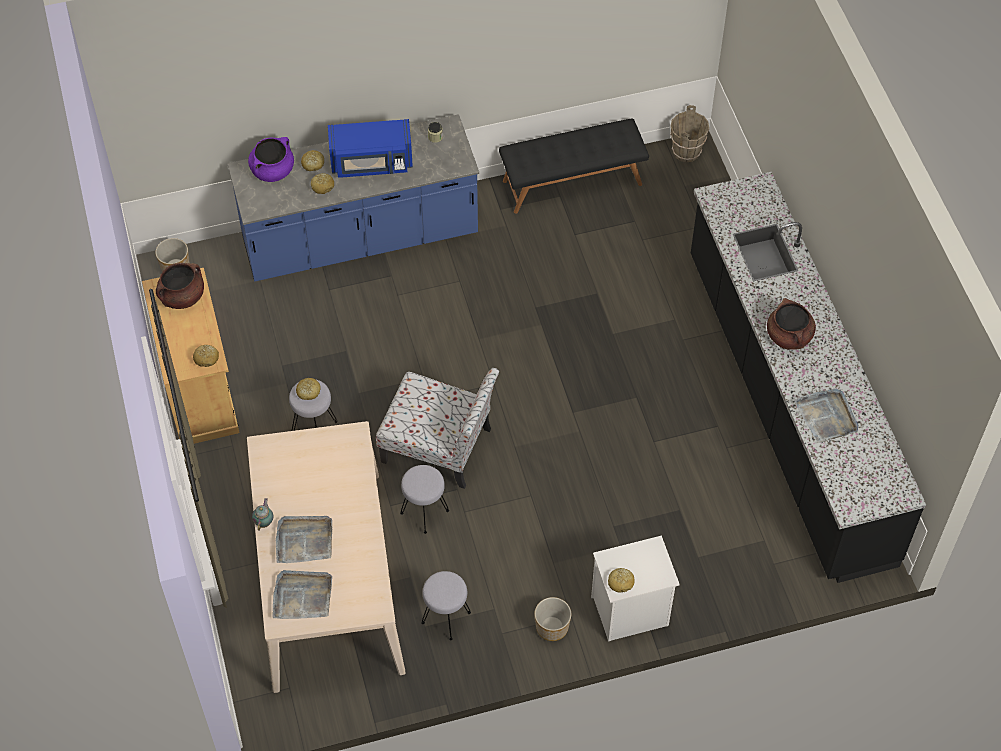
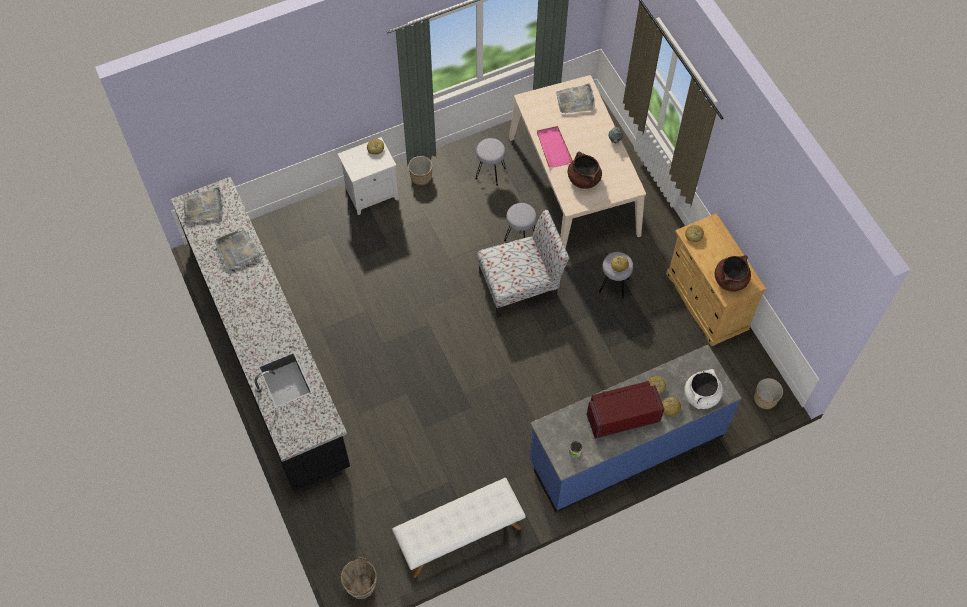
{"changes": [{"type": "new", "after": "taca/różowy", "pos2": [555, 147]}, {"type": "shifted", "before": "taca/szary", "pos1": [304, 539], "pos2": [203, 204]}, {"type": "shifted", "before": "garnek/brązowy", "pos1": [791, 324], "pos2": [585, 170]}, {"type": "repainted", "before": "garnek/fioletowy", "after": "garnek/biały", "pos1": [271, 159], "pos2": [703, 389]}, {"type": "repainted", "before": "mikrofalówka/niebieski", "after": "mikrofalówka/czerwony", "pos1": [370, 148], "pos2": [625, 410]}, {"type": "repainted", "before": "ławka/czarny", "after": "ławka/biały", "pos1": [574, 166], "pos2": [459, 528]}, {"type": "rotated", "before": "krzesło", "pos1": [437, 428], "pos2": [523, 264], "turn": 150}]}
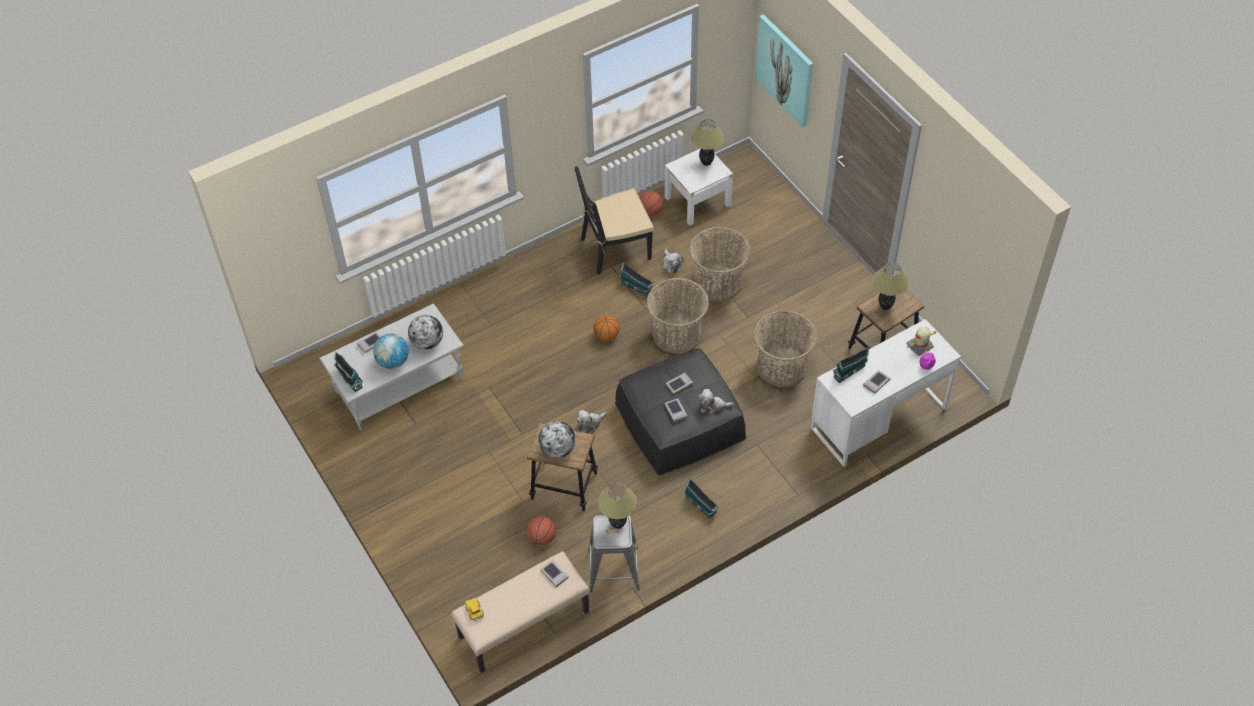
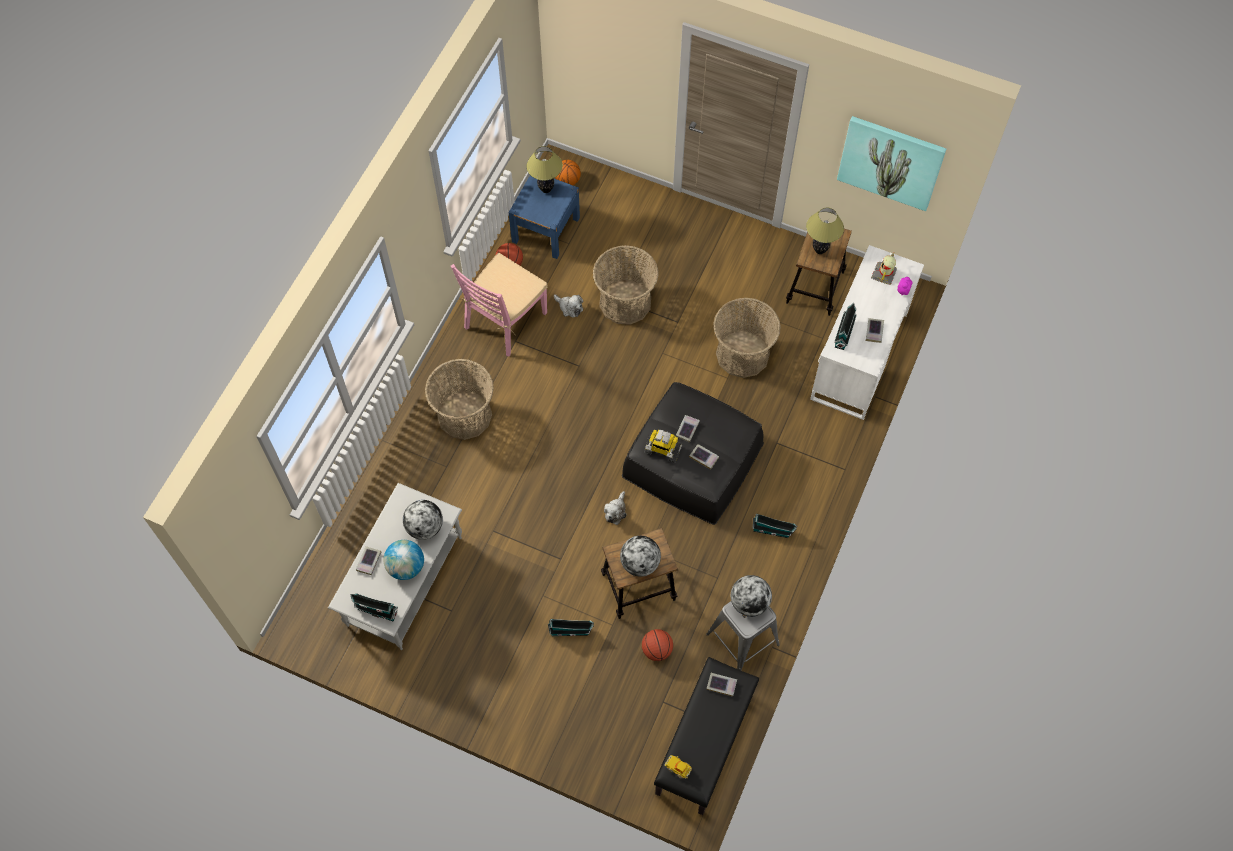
{"changes": [{"type": "gone", "before": "pluszak", "pos1": [716, 402]}, {"type": "new", "after": "robot zabawkowy", "pos2": [663, 446]}, {"type": "shifted", "before": "piłka do koszykówki", "pos1": [606, 328], "pos2": [568, 172]}, {"type": "shifted", "before": "domek", "pos1": [636, 279], "pos2": [571, 627]}, {"type": "shifted", "before": "koszyk", "pos1": [678, 316], "pos2": [459, 399]}, {"type": "shifted", "before": "obraz", "pos1": [784, 70], "pos2": [891, 163]}, {"type": "swapped", "before": "lampa stołowa", "after": "globus", "pos1": [617, 505], "pos2": [751, 596]}, {"type": "repainted", "before": "ławka/beżowy", "after": "ławka/czarny", "pos1": [520, 612], "pos2": [706, 736]}, {"type": "repainted", "before": "krzesło/czarny", "after": "krzesło/różowy", "pos1": [614, 220], "pos2": [499, 305]}, {"type": "repainted", "before": "szafka nocna/biały", "after": "szafka nocna/niebieski", "pos1": [699, 187], "pos2": [544, 217]}]}
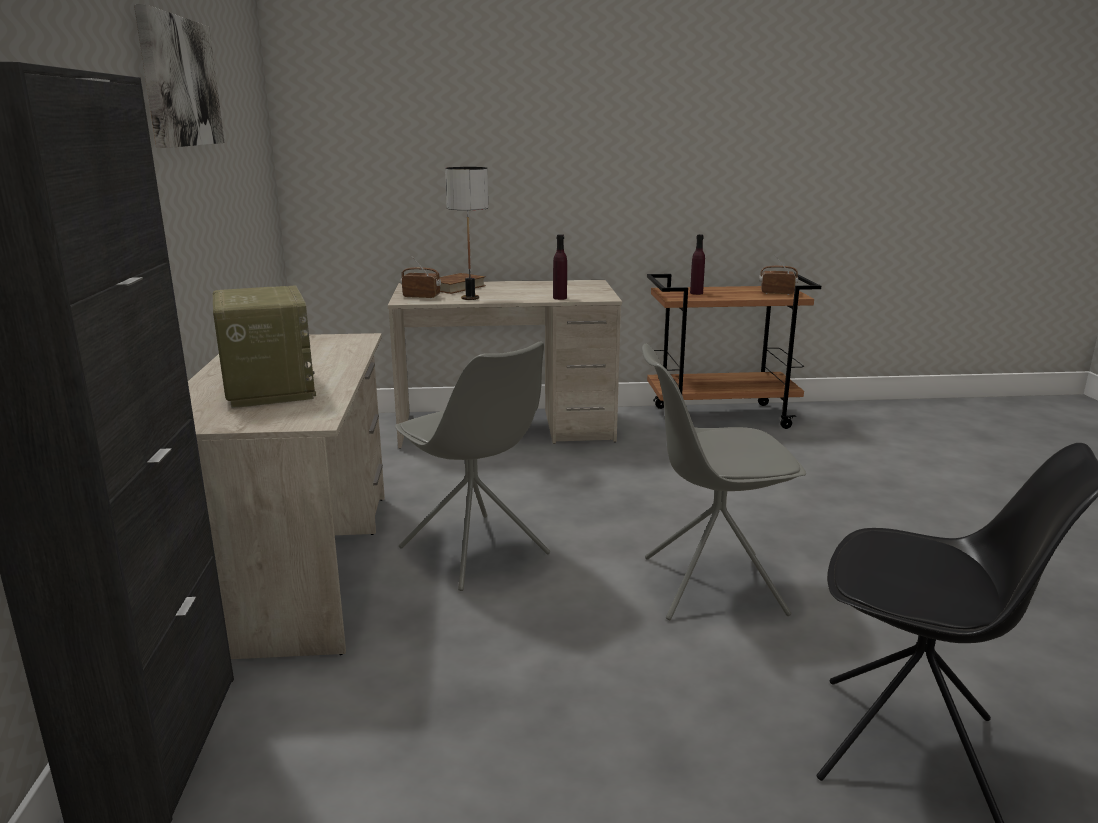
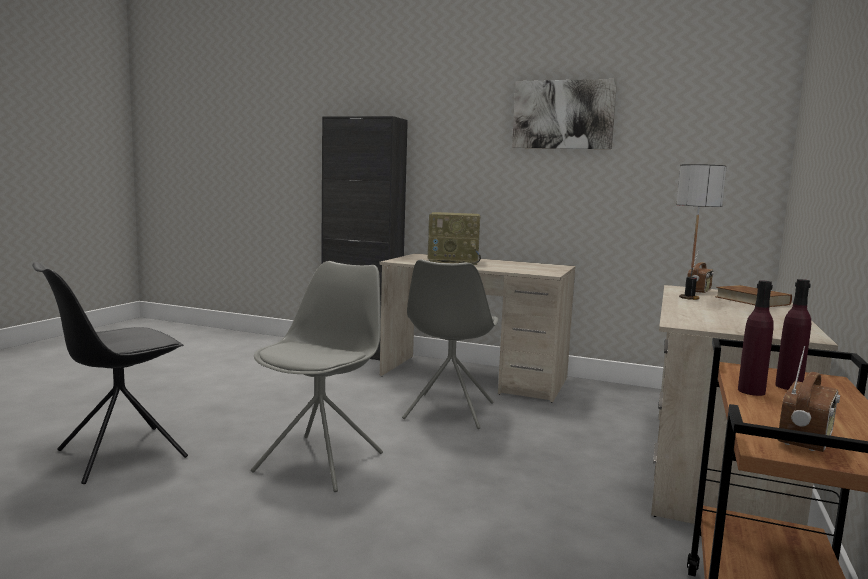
{"changes": [{"type": "shifted", "before": "butelka/fioletowy", "pos1": [560, 267], "pos2": [756, 338]}, {"type": "rotated", "before": "krzesło/szary", "pos1": [472, 466], "pos2": [450, 344], "turn": -60}]}
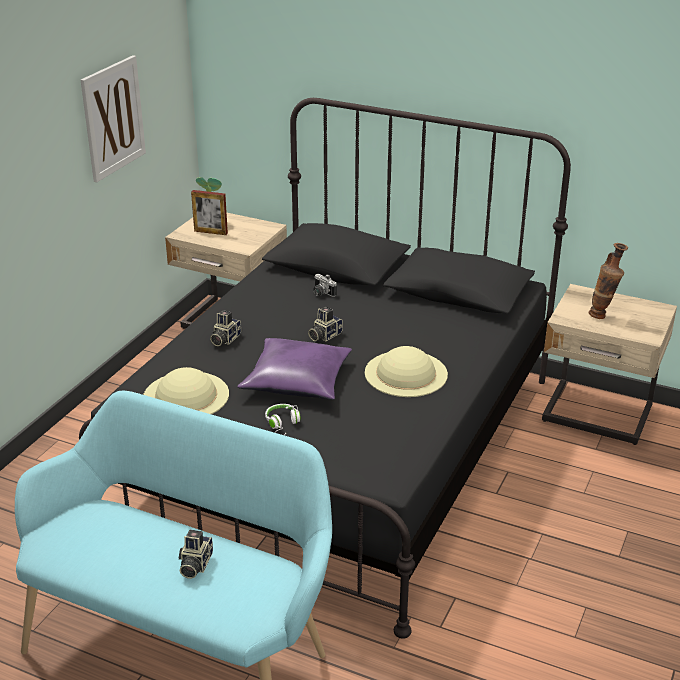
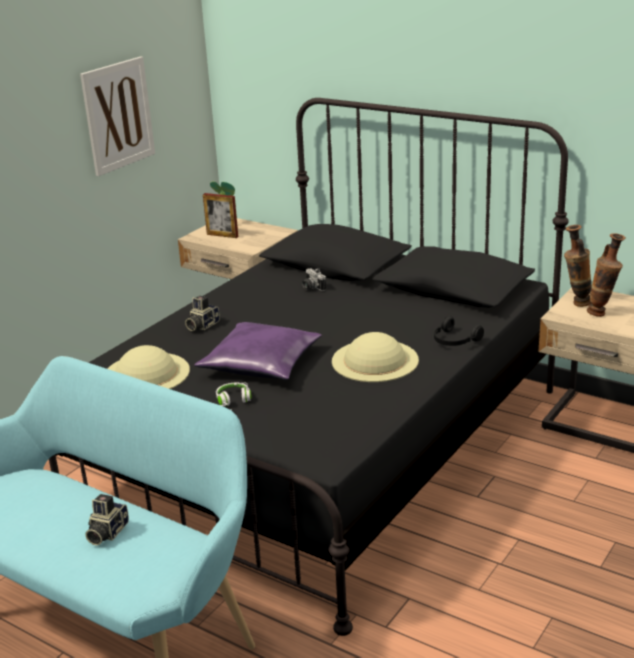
{"changes": [{"type": "gone", "before": "aparat fotograficzny", "pos1": [325, 324]}, {"type": "new", "after": "słuchawki/czarny", "pos2": [459, 331]}, {"type": "new", "after": "wazon", "pos2": [577, 266]}]}
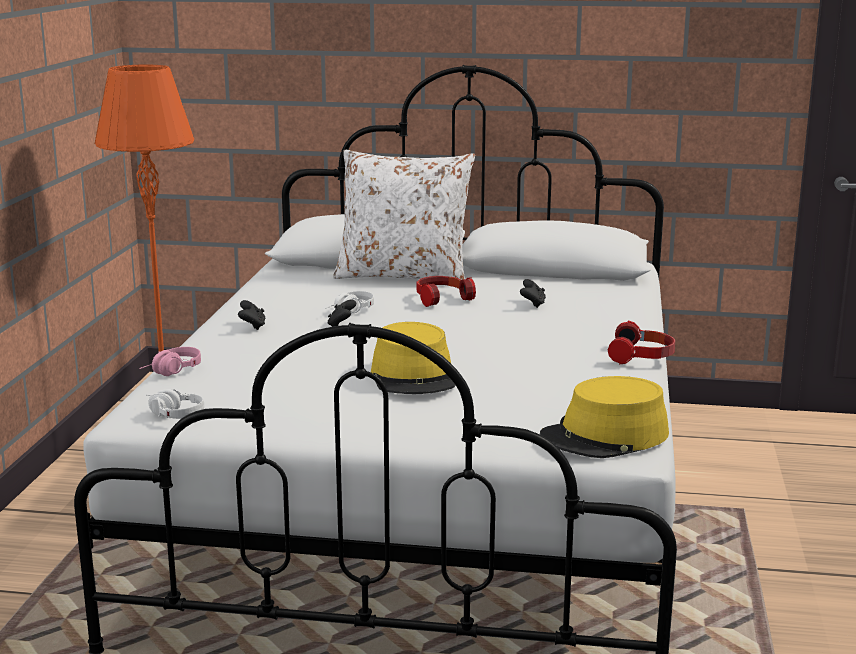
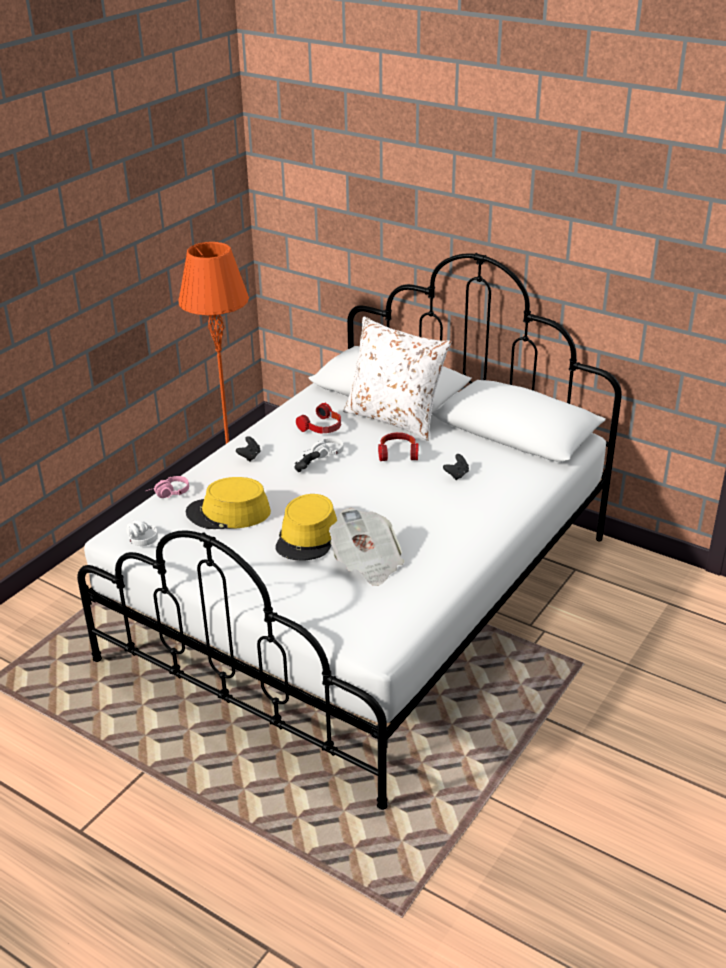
{"changes": [{"type": "new", "after": "gazeta", "pos2": [366, 547]}, {"type": "shifted", "before": "kapelusz/żółty", "pos1": [604, 417], "pos2": [228, 503]}, {"type": "shifted", "before": "słuchawki", "pos1": [641, 343], "pos2": [318, 418]}]}
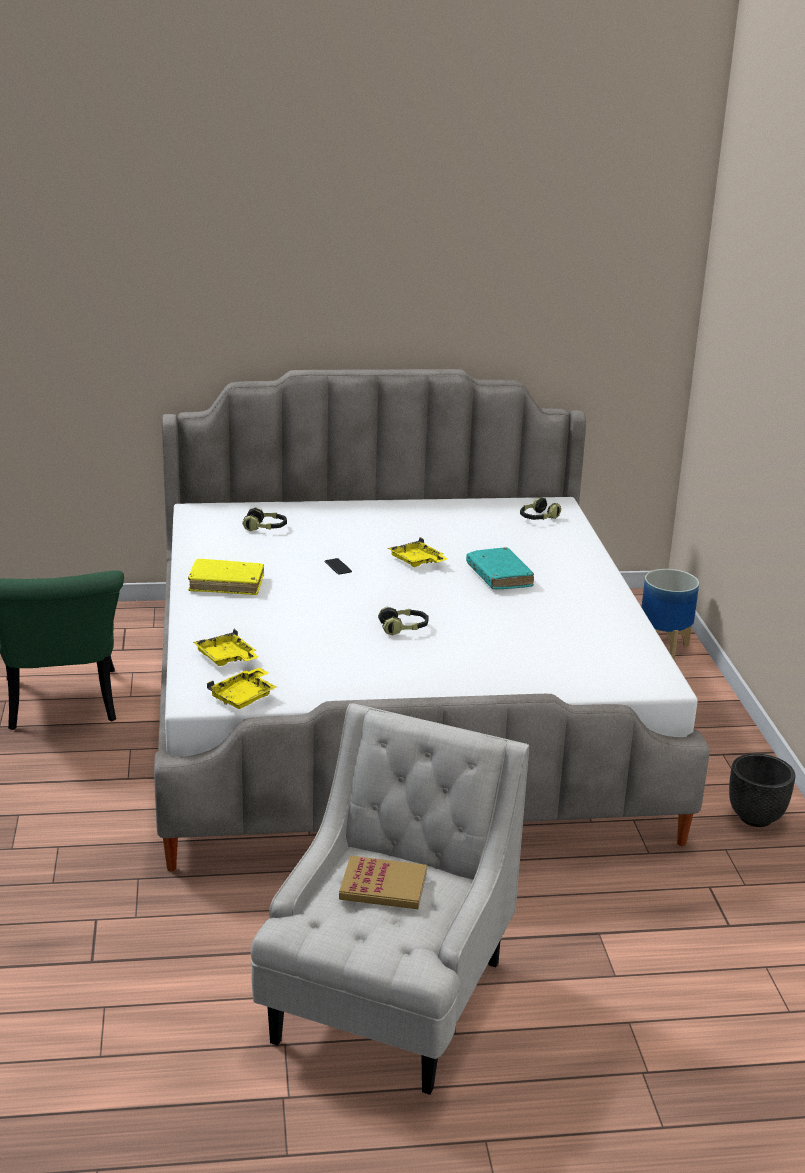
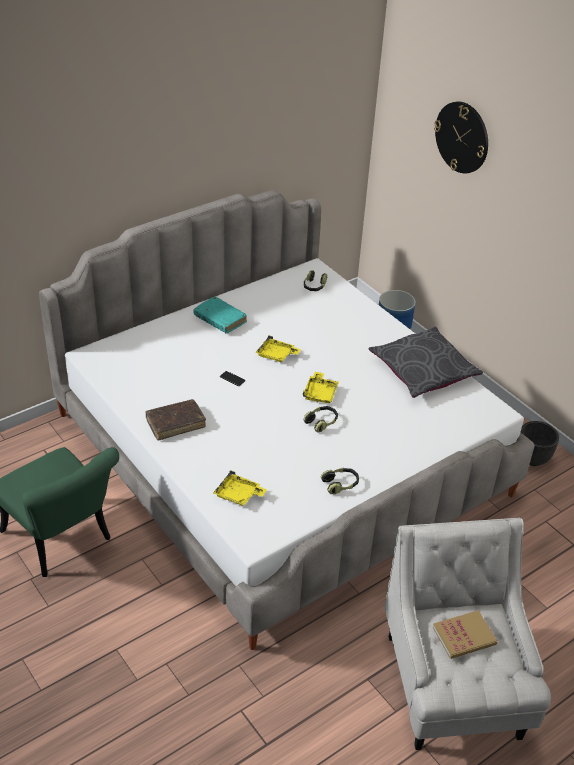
{"changes": [{"type": "new", "after": "poduszka/szary", "pos2": [425, 362]}, {"type": "new", "after": "zegar ścienny", "pos2": [461, 137]}, {"type": "shifted", "before": "taca/żółty", "pos1": [242, 688], "pos2": [321, 387]}, {"type": "shifted", "before": "słuchawki", "pos1": [264, 519], "pos2": [340, 481]}, {"type": "shifted", "before": "książka/turkusowy", "pos1": [500, 568], "pos2": [220, 314]}, {"type": "repainted", "before": "książka/żółty", "after": "książka/brązowy", "pos1": [226, 577], "pos2": [175, 420]}]}
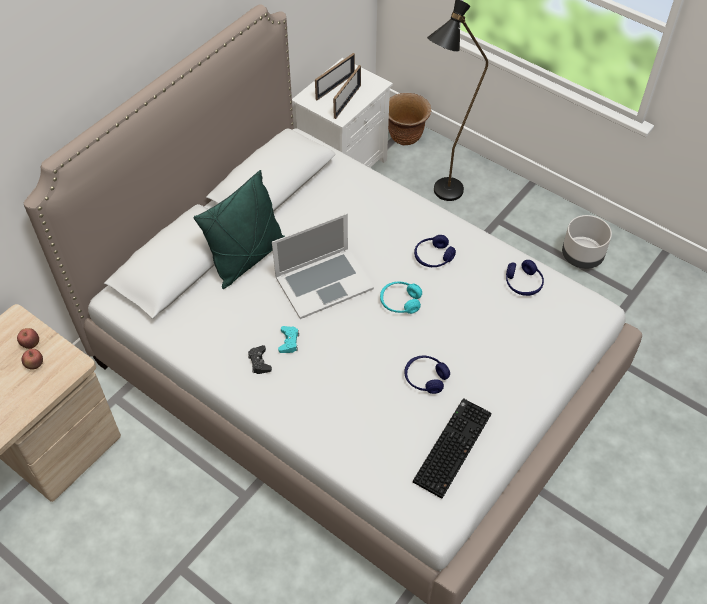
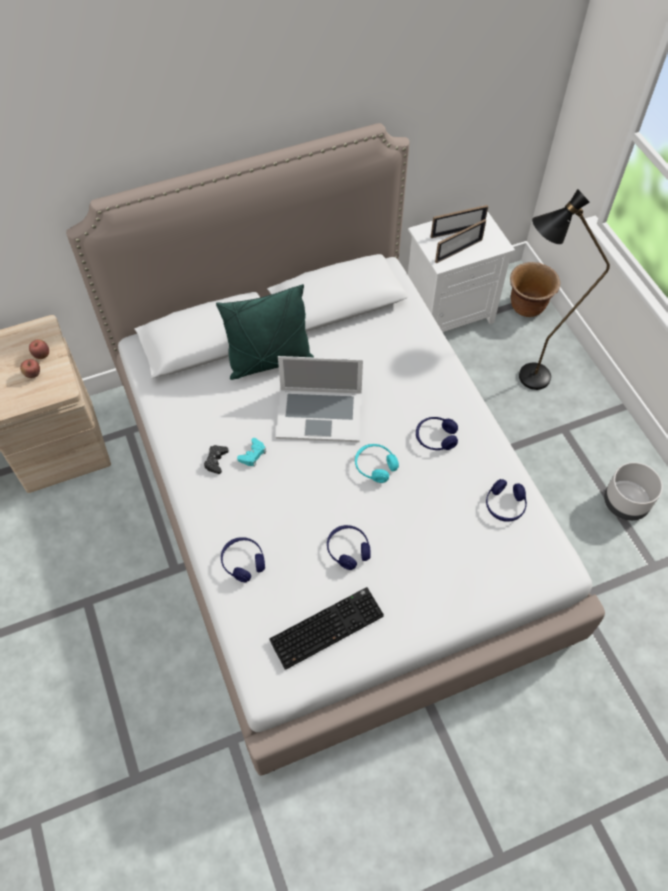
{"changes": [{"type": "new", "after": "słuchawki/niebieski", "pos2": [243, 559]}]}
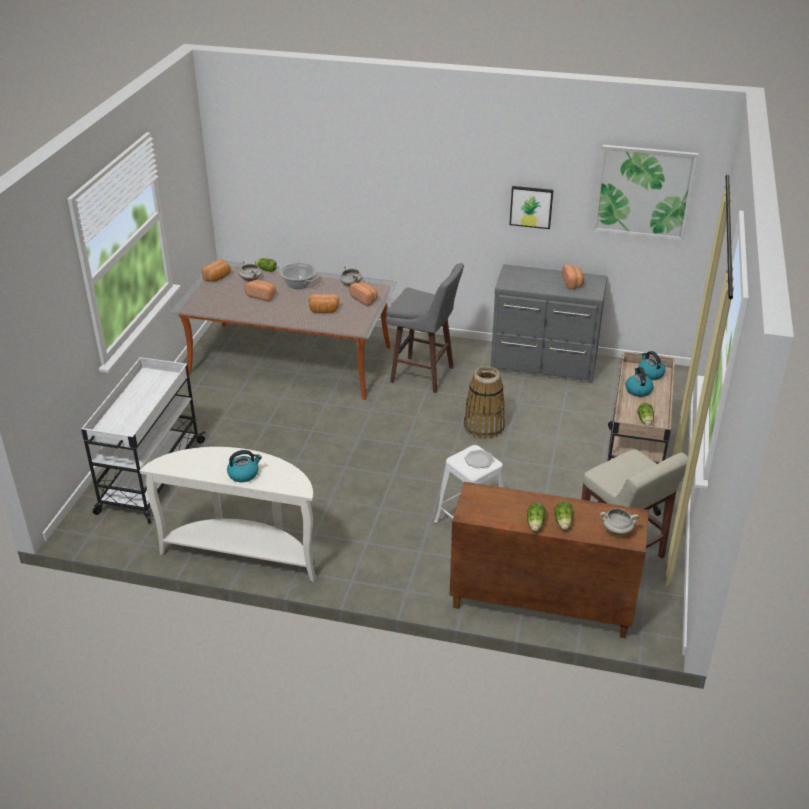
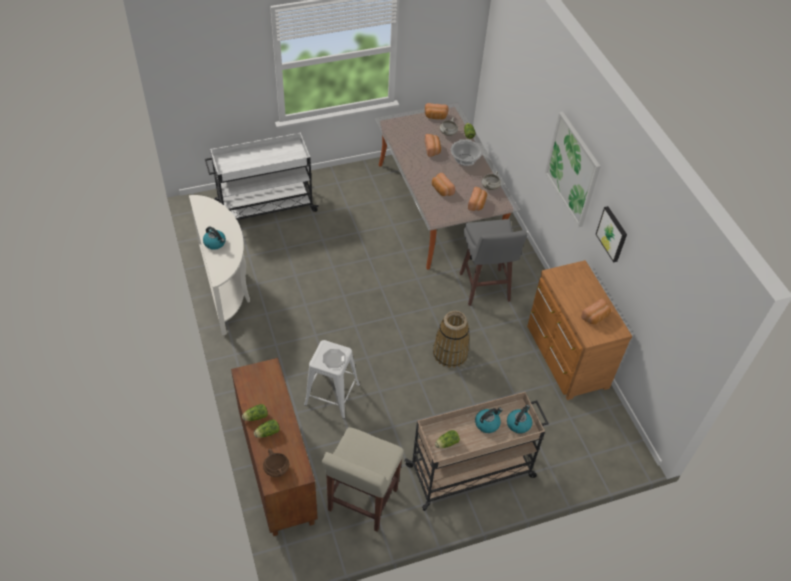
{"changes": [{"type": "shifted", "before": "obraz", "pos1": [645, 193], "pos2": [573, 169]}, {"type": "repainted", "before": "komoda/szary", "after": "komoda/brązowy", "pos1": [549, 323], "pos2": [579, 330]}, {"type": "repainted", "before": "garnek/biały", "after": "garnek/brązowy", "pos1": [619, 522], "pos2": [276, 462]}]}
